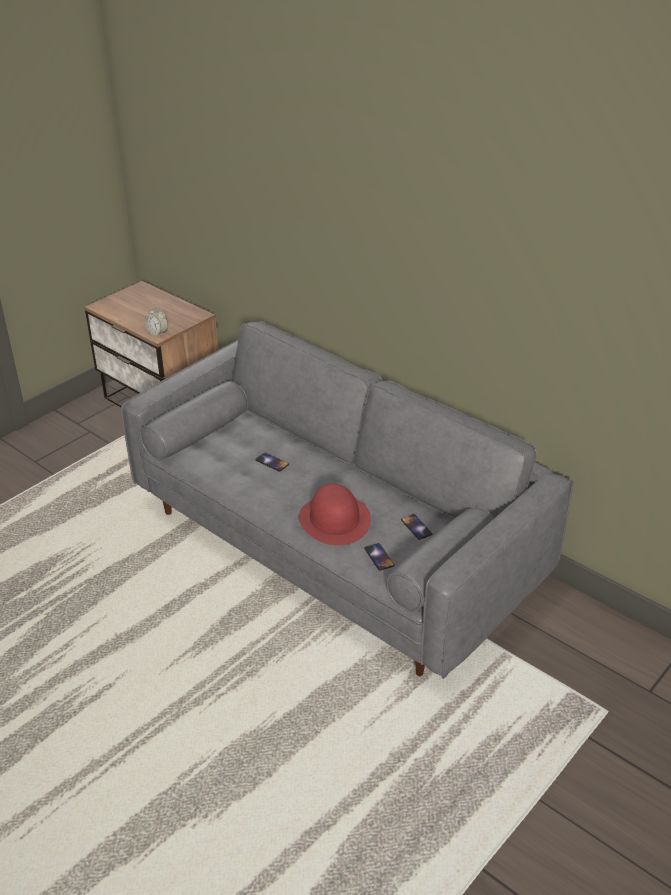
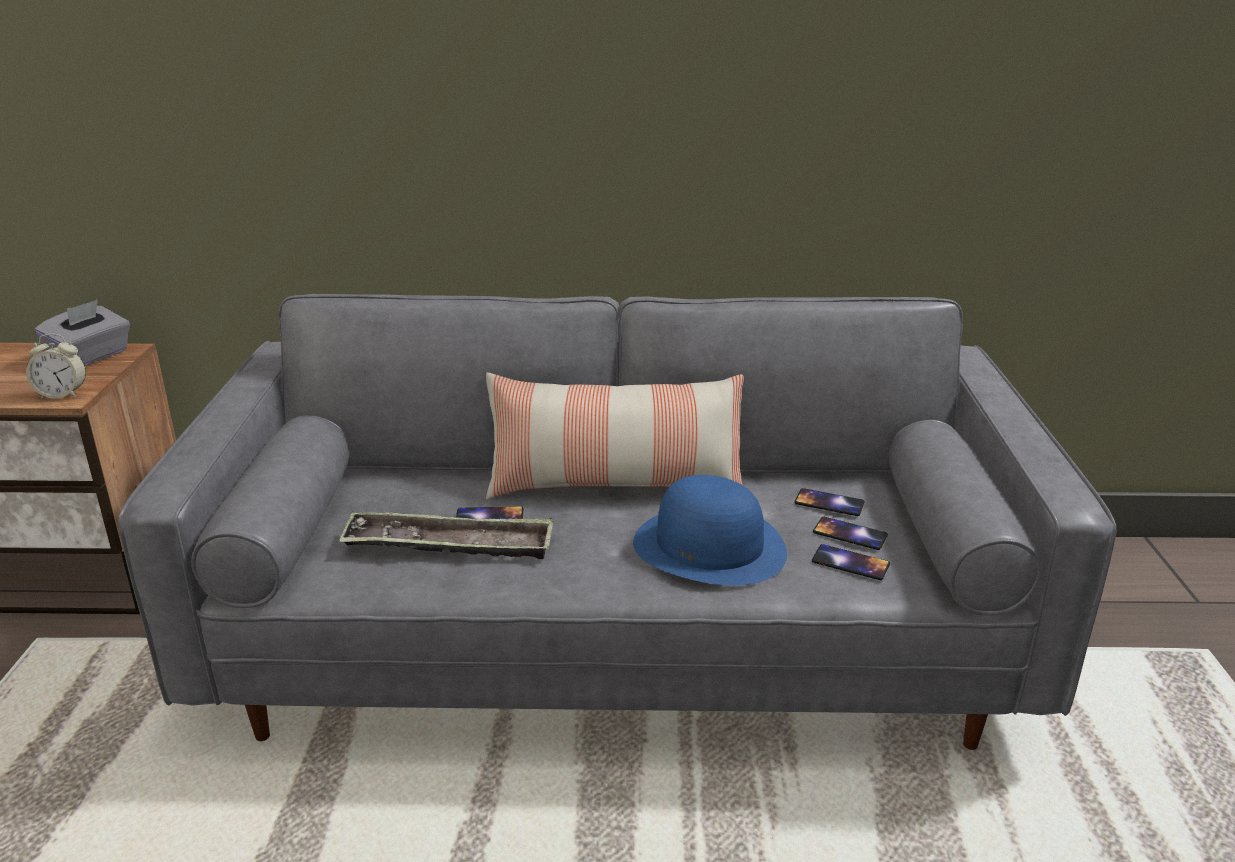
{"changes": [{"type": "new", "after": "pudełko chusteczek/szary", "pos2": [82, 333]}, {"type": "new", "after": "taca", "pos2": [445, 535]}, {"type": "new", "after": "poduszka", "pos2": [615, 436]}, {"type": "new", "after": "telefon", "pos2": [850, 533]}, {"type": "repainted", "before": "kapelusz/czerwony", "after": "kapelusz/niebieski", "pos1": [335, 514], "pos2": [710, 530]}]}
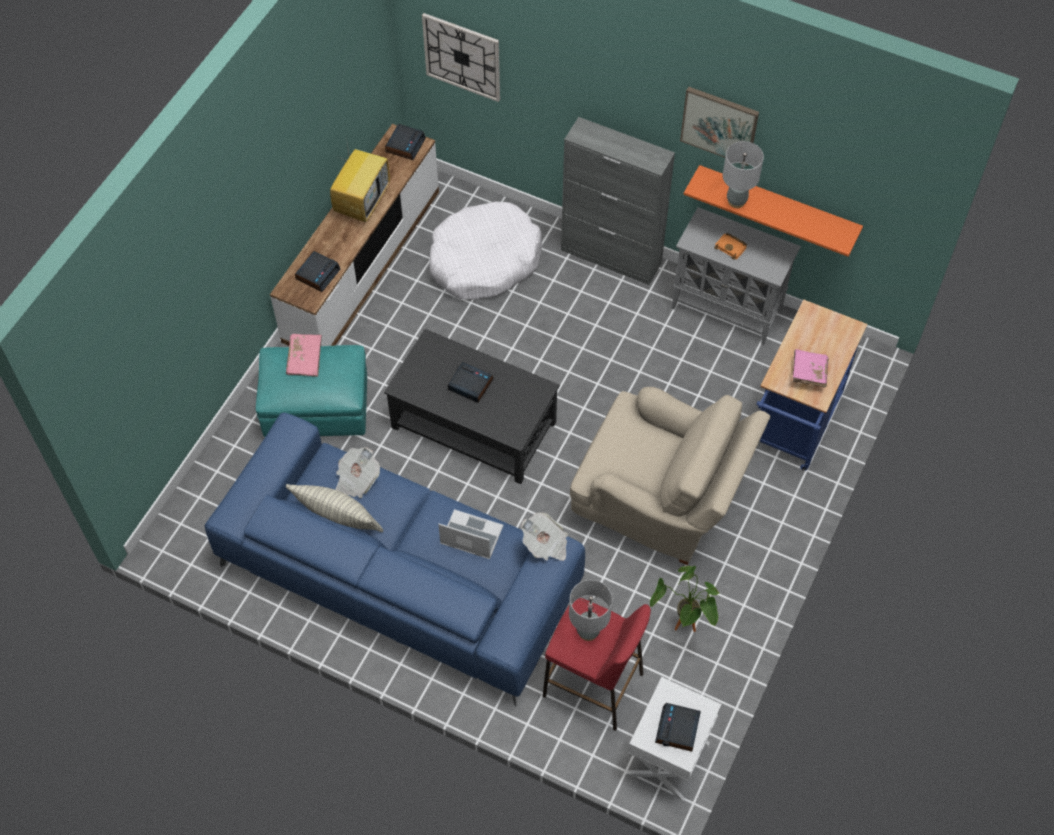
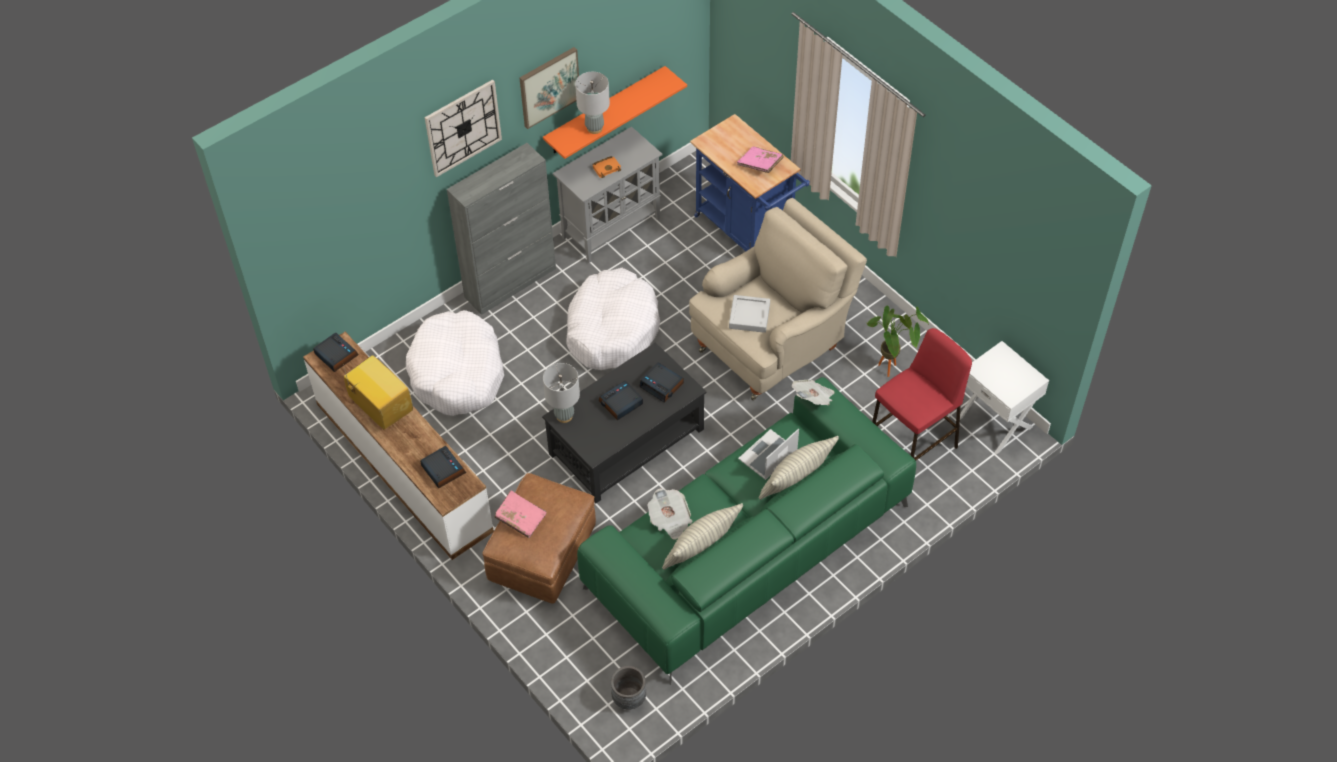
{"changes": [{"type": "new", "after": "legowisko/biały", "pos2": [613, 319]}, {"type": "new", "after": "donica/szary", "pos2": [628, 688]}, {"type": "new", "after": "taca/szary", "pos2": [749, 314]}, {"type": "new", "after": "poduszka", "pos2": [798, 468]}, {"type": "shifted", "before": "zegar ścienny", "pos1": [461, 57], "pos2": [463, 128]}, {"type": "shifted", "before": "lampa stołowa/szary", "pos1": [590, 610], "pos2": [561, 393]}, {"type": "shifted", "before": "budzik", "pos1": [678, 727], "pos2": [661, 382]}, {"type": "repainted", "before": "kanapa/niebieski", "after": "kanapa/zielony", "pos1": [395, 559], "pos2": [746, 531]}, {"type": "repainted", "before": "pufa/turkusowy", "after": "pufa/brązowy", "pos1": [311, 391], "pos2": [539, 538]}]}
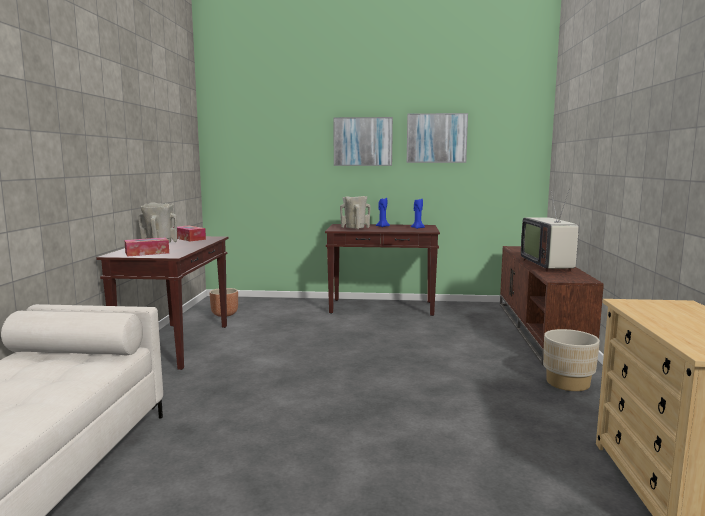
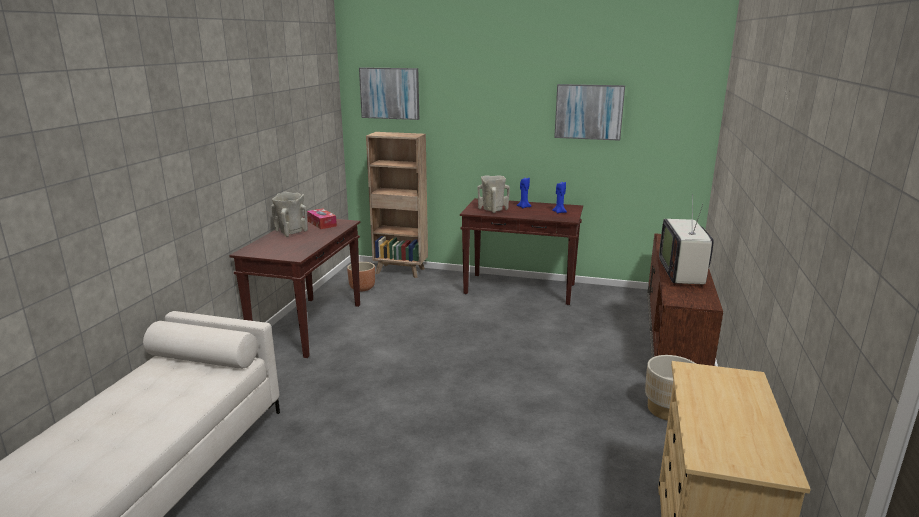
{"changes": [{"type": "gone", "before": "pudełko chusteczek", "pos1": [146, 247]}, {"type": "new", "after": "regał/brązowy", "pos2": [397, 205]}, {"type": "shifted", "before": "obraz", "pos1": [363, 141], "pos2": [389, 93]}]}
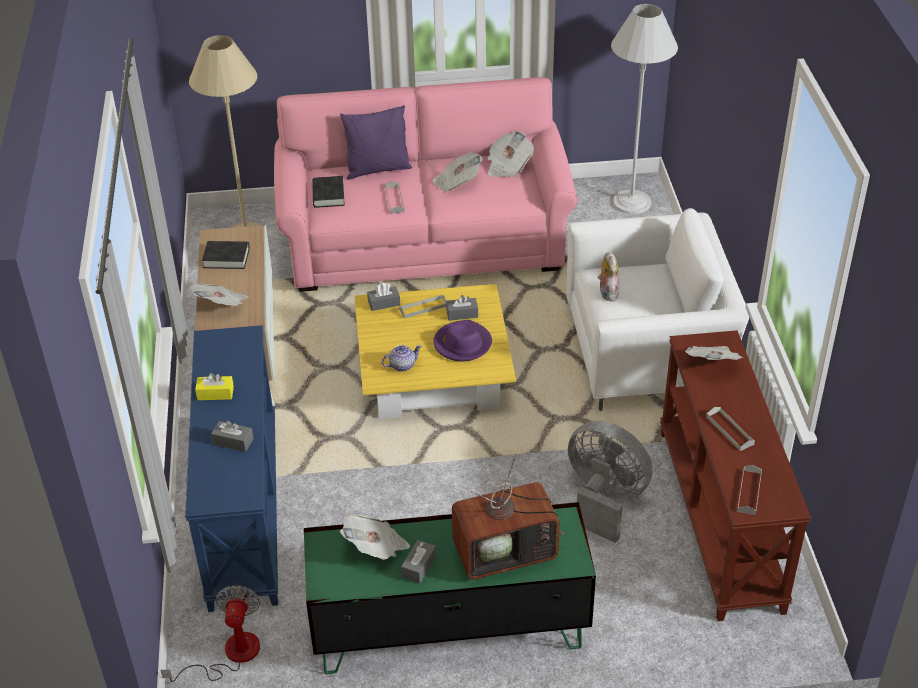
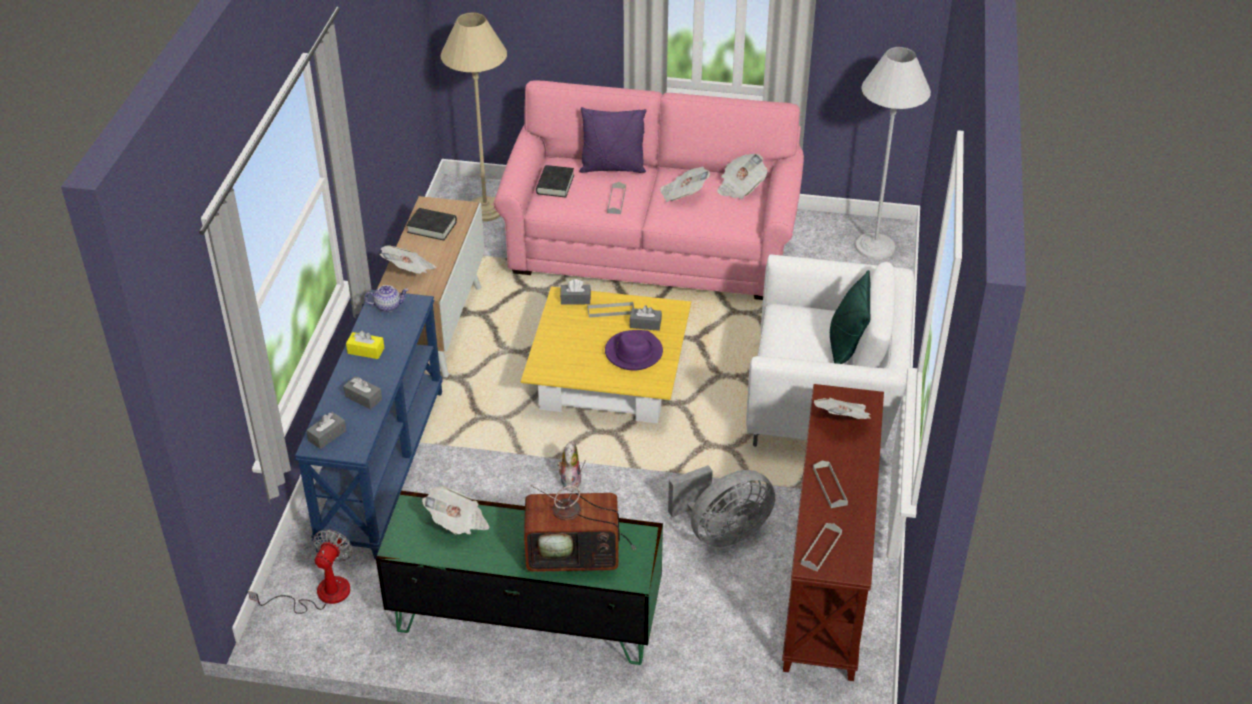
{"changes": [{"type": "new", "after": "poduszka/zielony", "pos2": [850, 317]}, {"type": "shifted", "before": "imbryk", "pos1": [402, 358], "pos2": [386, 298]}, {"type": "shifted", "before": "pudełko chusteczek/szary", "pos1": [418, 562], "pos2": [326, 430]}, {"type": "shifted", "before": "pluszak", "pos1": [608, 277], "pos2": [569, 465]}, {"type": "rotated", "before": "wentylator/szary", "pos1": [610, 482], "pos2": [721, 506], "turn": 105}]}
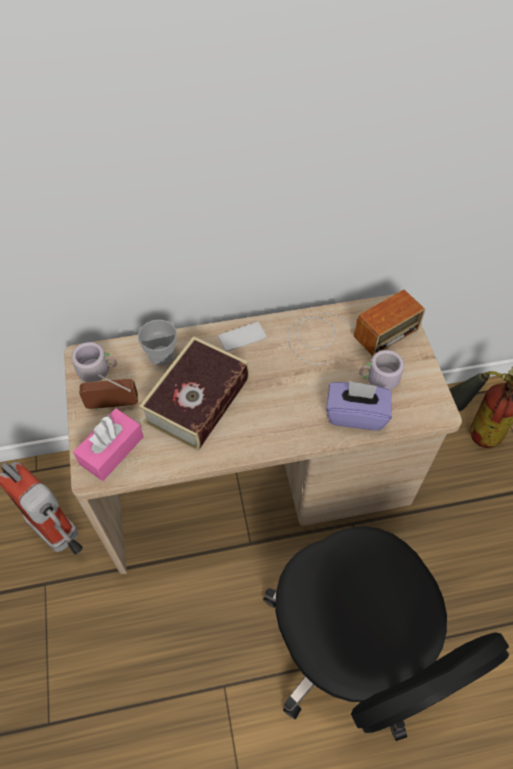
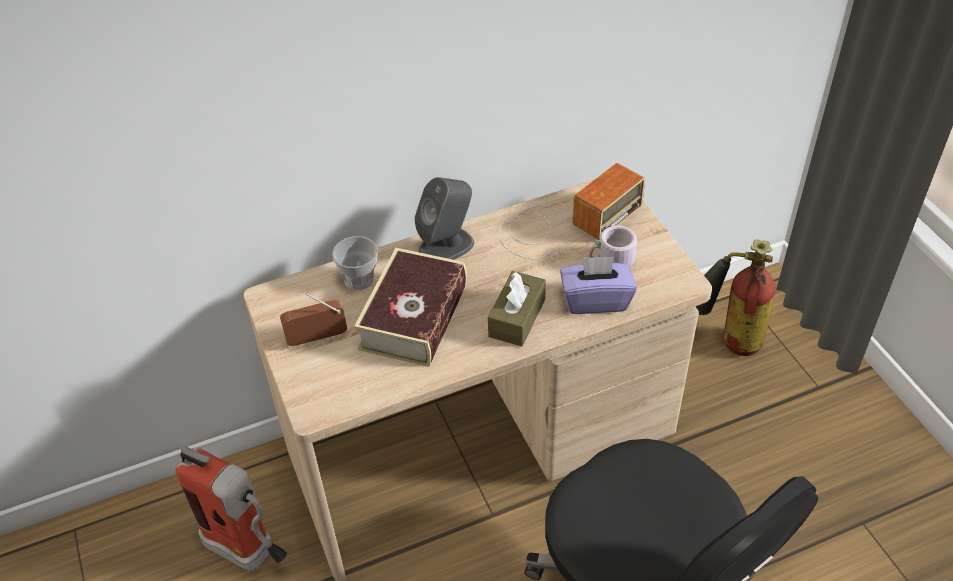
{"changes": [{"type": "gone", "before": "kubek/szary", "pos1": [94, 362]}, {"type": "gone", "before": "pudełko chusteczek/różowy", "pos1": [108, 444]}, {"type": "new", "after": "pudełko chusteczek/brązowy", "pos2": [517, 309]}, {"type": "swapped", "before": "telefon", "after": "głośnik/szary", "pos1": [242, 337], "pos2": [444, 218]}]}
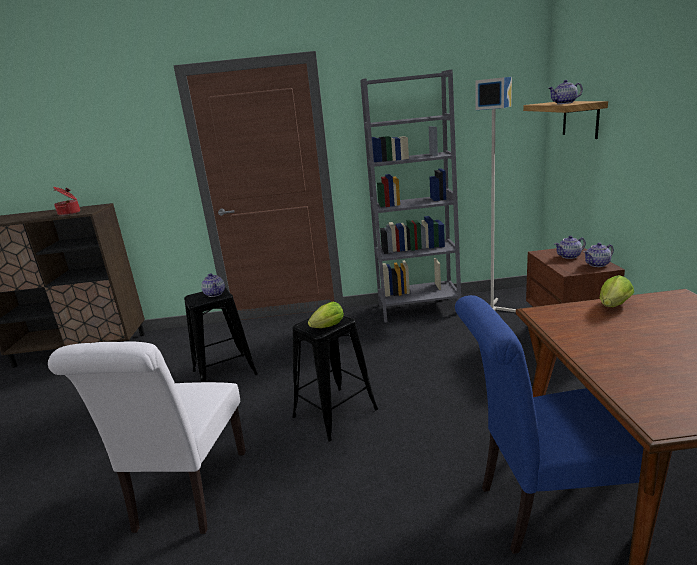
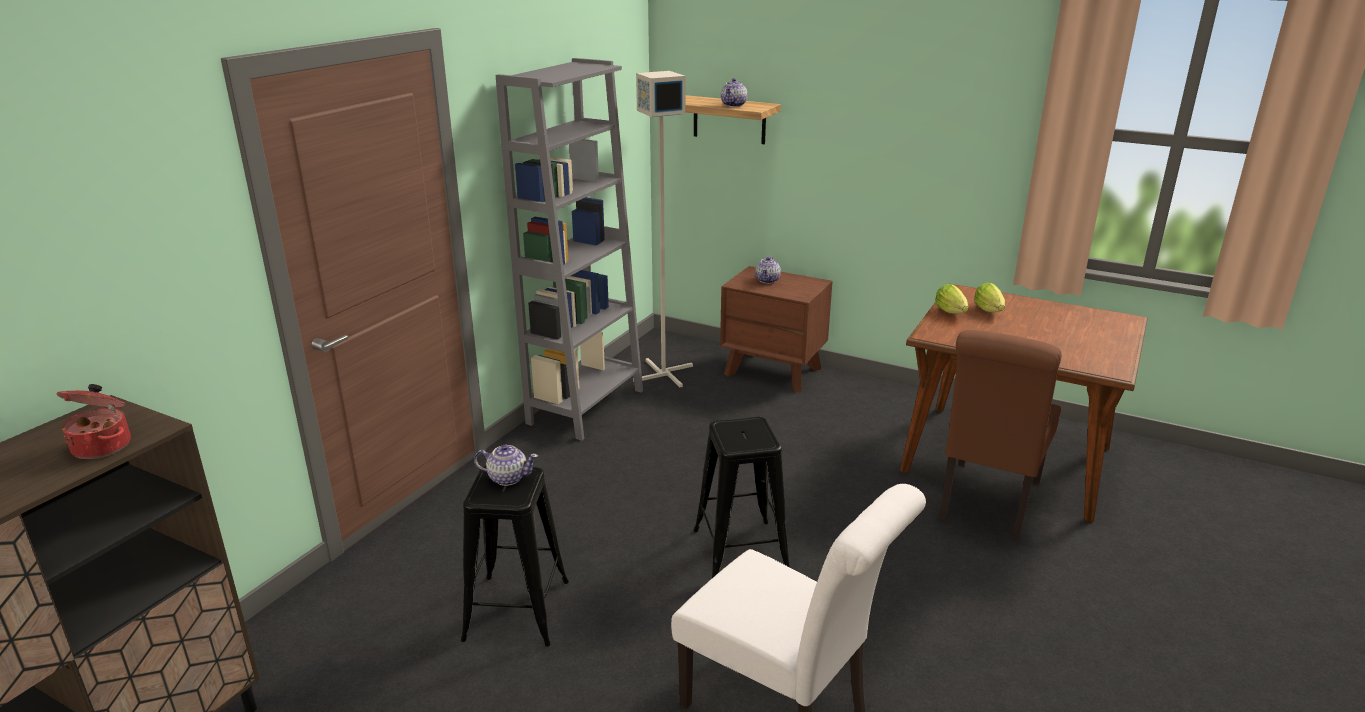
{"changes": [{"type": "gone", "before": "imbryk", "pos1": [598, 255]}, {"type": "shifted", "before": "sałata", "pos1": [326, 315], "pos2": [989, 297]}, {"type": "repainted", "before": "krzesło/niebieski", "after": "krzesło/brązowy", "pos1": [549, 424], "pos2": [1000, 435]}]}
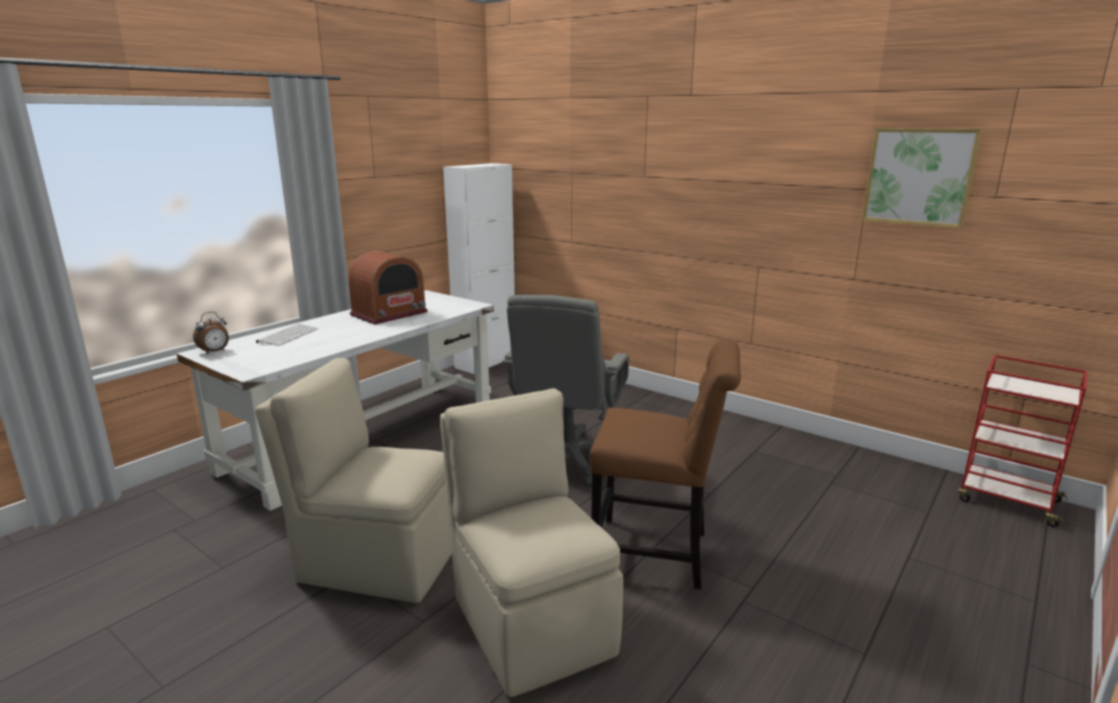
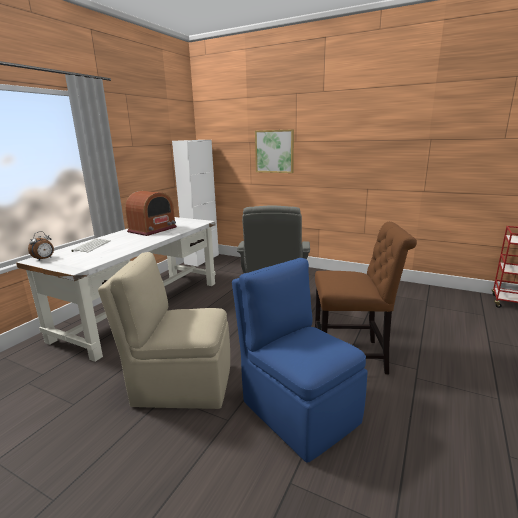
{"changes": [{"type": "shifted", "before": "obraz", "pos1": [922, 178], "pos2": [274, 151]}, {"type": "repainted", "before": "krzesło/beżowy", "after": "krzesło/niebieski", "pos1": [531, 542], "pos2": [300, 360]}]}
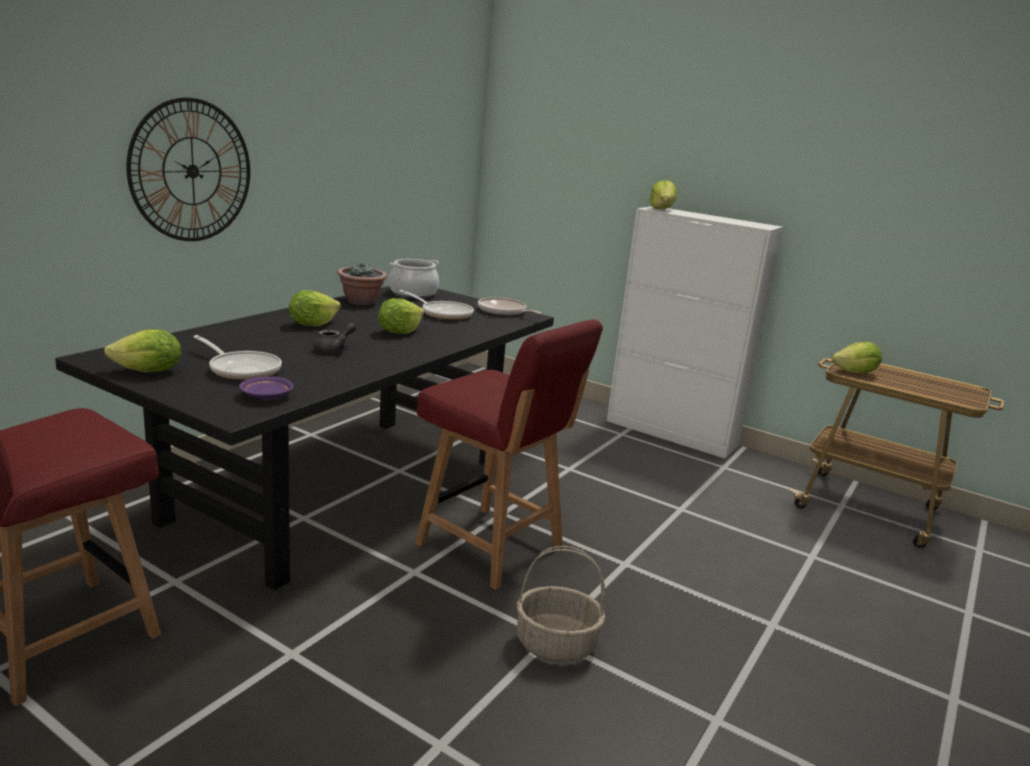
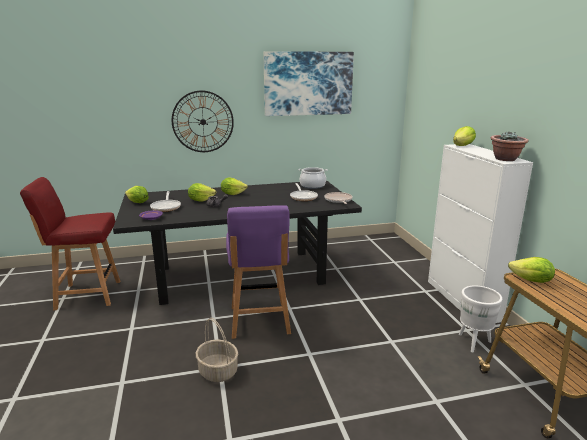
{"changes": [{"type": "new", "after": "obraz", "pos2": [308, 83]}, {"type": "new", "after": "donica/biały", "pos2": [480, 319]}, {"type": "shifted", "before": "roślina doniczkowa", "pos1": [362, 283], "pos2": [510, 146]}, {"type": "shifted", "before": "sałata", "pos1": [401, 316], "pos2": [202, 192]}, {"type": "repainted", "before": "krzesło/czerwony", "after": "krzesło/fioletowy", "pos1": [509, 454], "pos2": [258, 272]}]}
